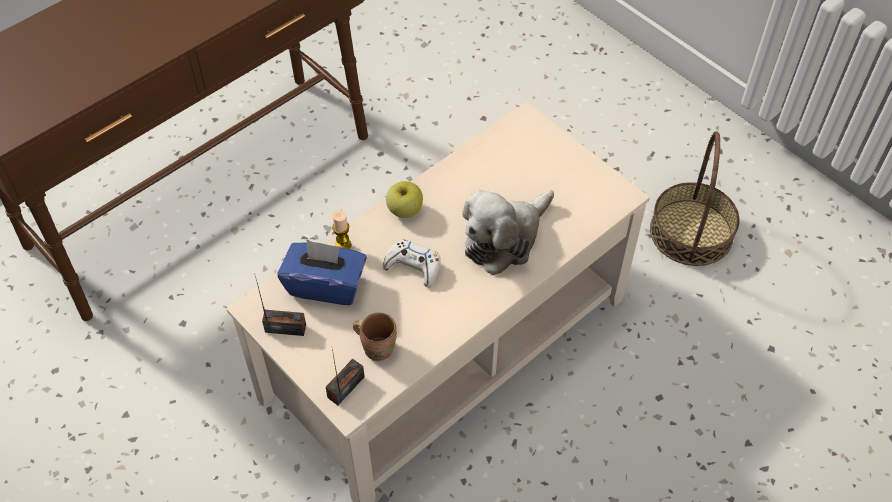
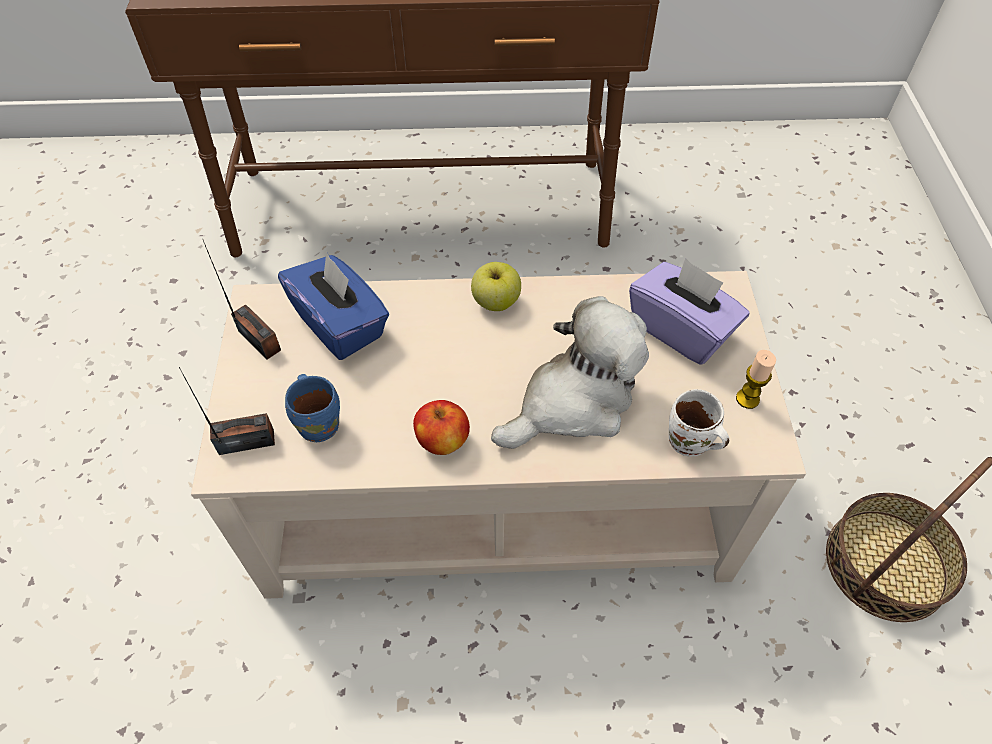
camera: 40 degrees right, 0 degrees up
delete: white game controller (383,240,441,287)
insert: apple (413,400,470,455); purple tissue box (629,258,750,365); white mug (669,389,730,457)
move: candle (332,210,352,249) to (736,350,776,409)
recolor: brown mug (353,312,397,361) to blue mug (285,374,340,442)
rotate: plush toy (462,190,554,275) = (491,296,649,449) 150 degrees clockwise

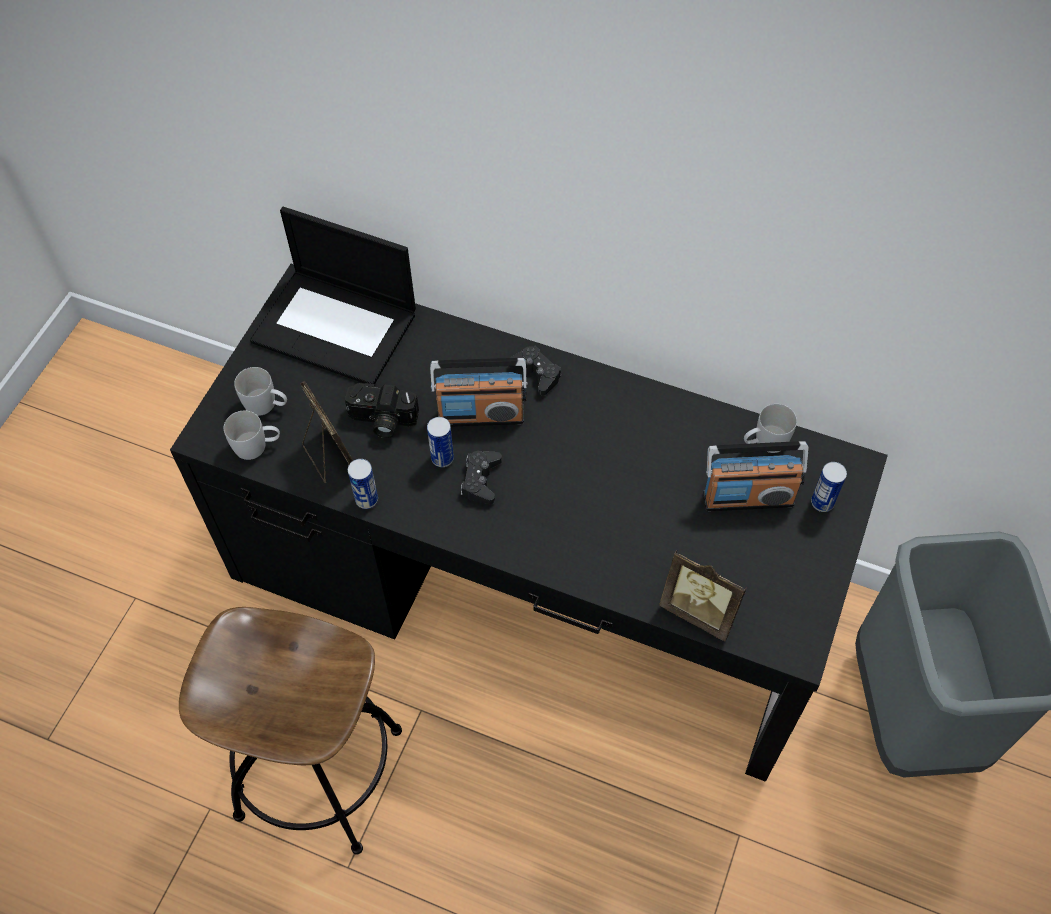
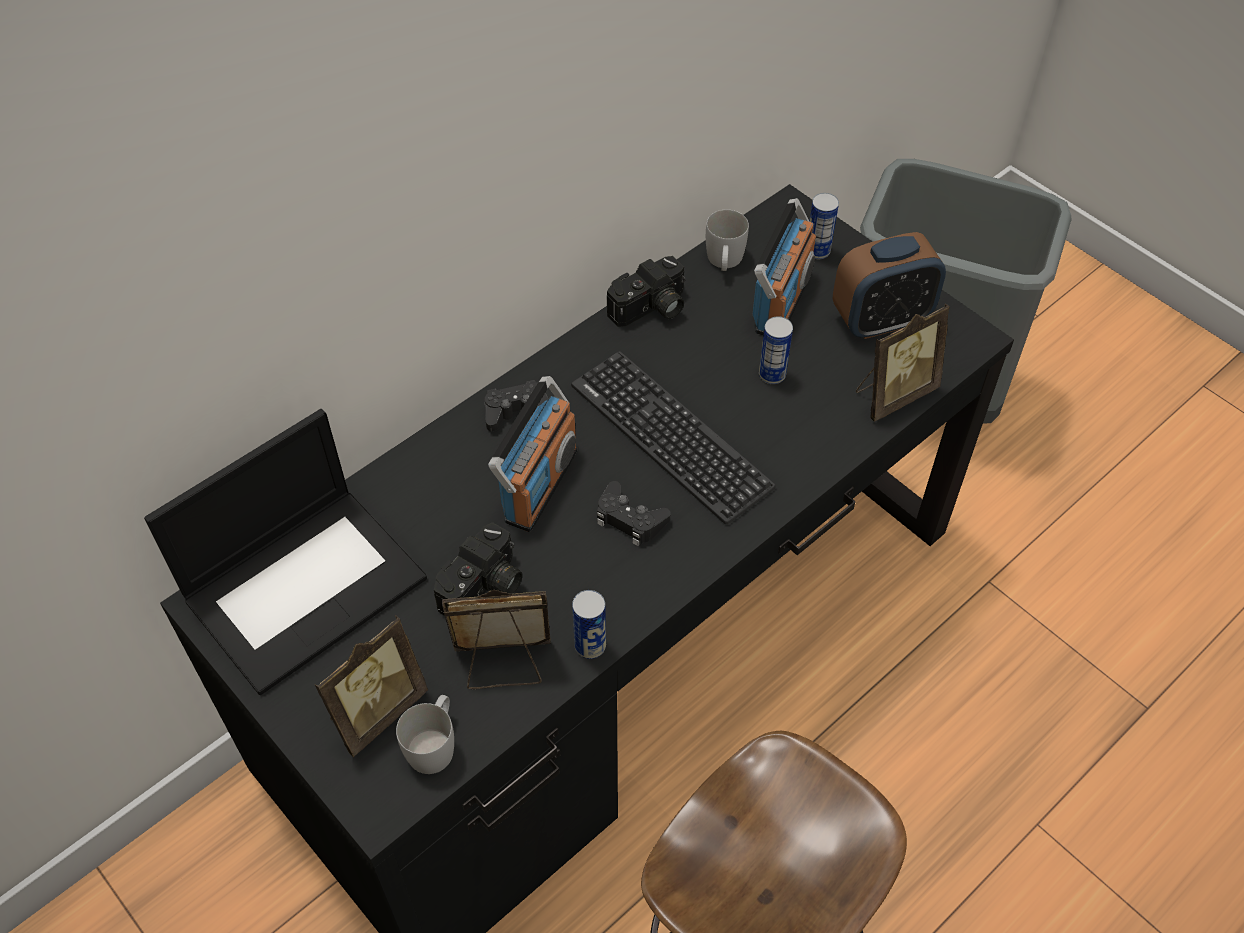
camera: 65 degrees left, 5 degrees down
insert: keyboard (571,351,776,524); photo camera (607,256,686,327); alarm clock (833,232,946,339)
move: can (427,417,454,467) to (759,316,793,384)
replace: white mug (234,367,287,416) to picture frame (314,615,428,757)

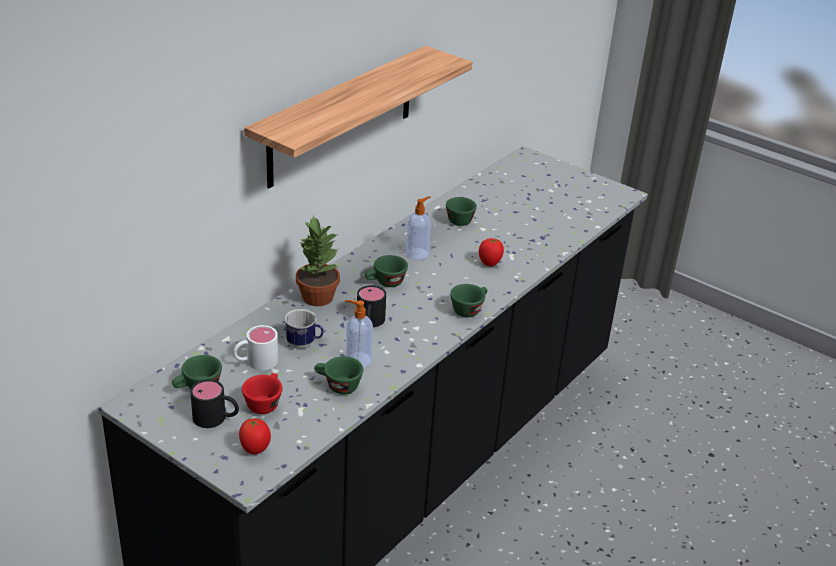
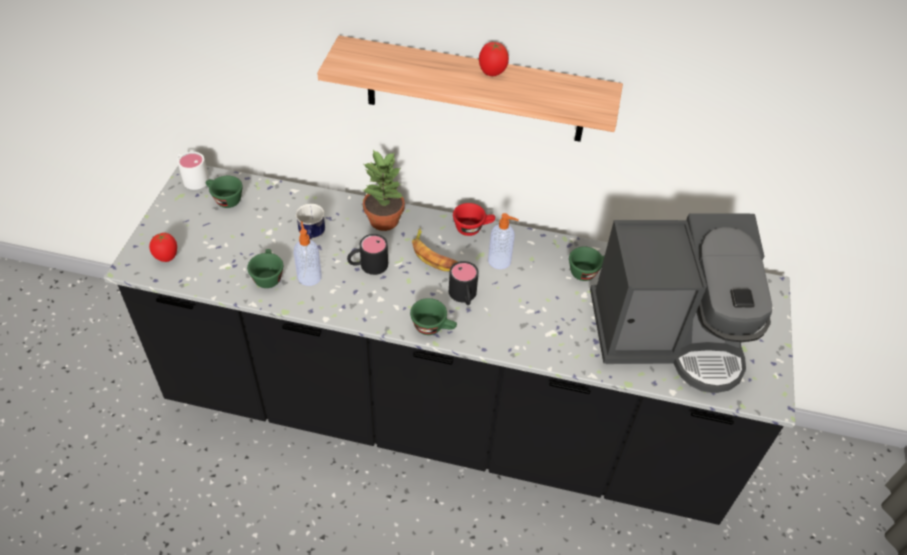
camera: 65 degrees right, 15 degrees up
insert: coffee machine (590,213,772,393)
move: black mug (190,379,239,428) to (449,261,478,305); white mug (233,325,278,370) to (176,152,209,190); red cup (242,373,282,414) to (453,203,495,236); tomato (479,238,504,267) to (479,42,509,76)
replace: green cup (365,255,408,287) to banana (412,227,458,271)

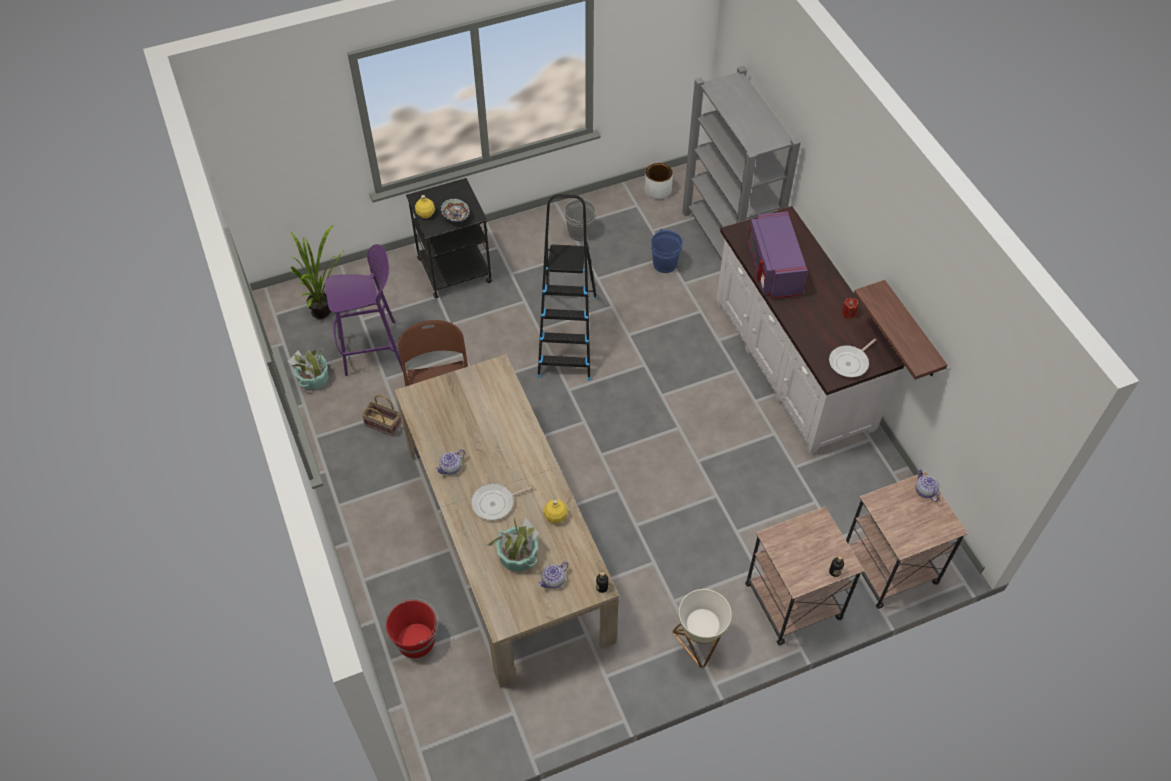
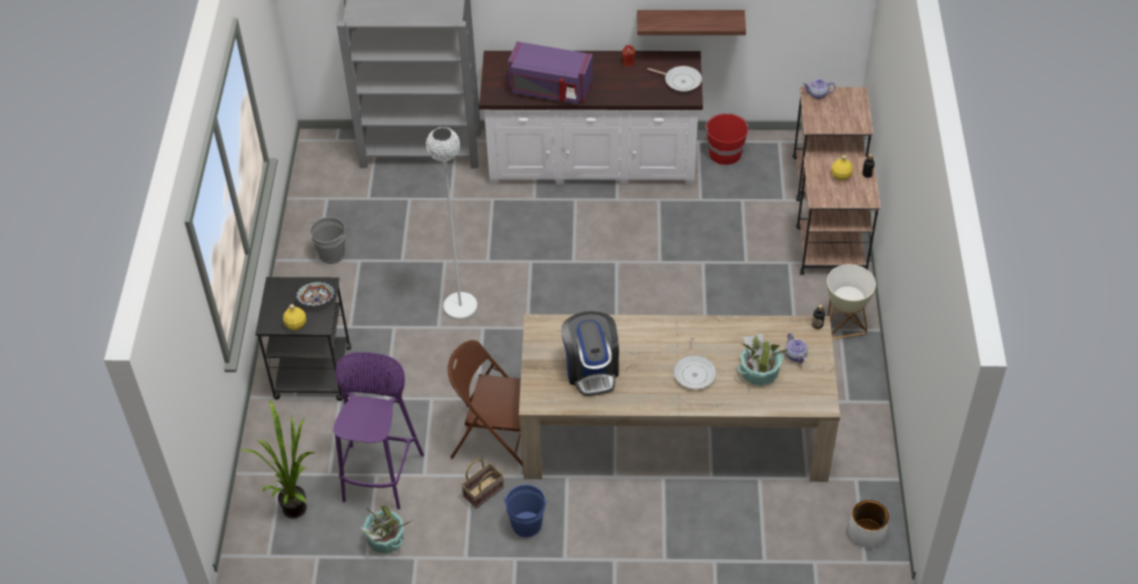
camera: 65 degrees left, 5 degrees down
delete: teapot (435,449,465,475)
insert: coffee machine (561,311,619,396)
move: red bucket (386,598,439,658) to (705,113,748,165); yellow bottle (543,499,568,524) to (831,155,853,180); white planter (644,163,673,199) to (848,500,889,548); blue bucket (651,229,683,273) to (503,484,548,537)
replace: black step ladder (537,194,597,381) to white floor lamp (426,127,477,320)
rotate: frying pan (829,338,876,377) = (647,66,702,92) 45 degrees counterclockwise

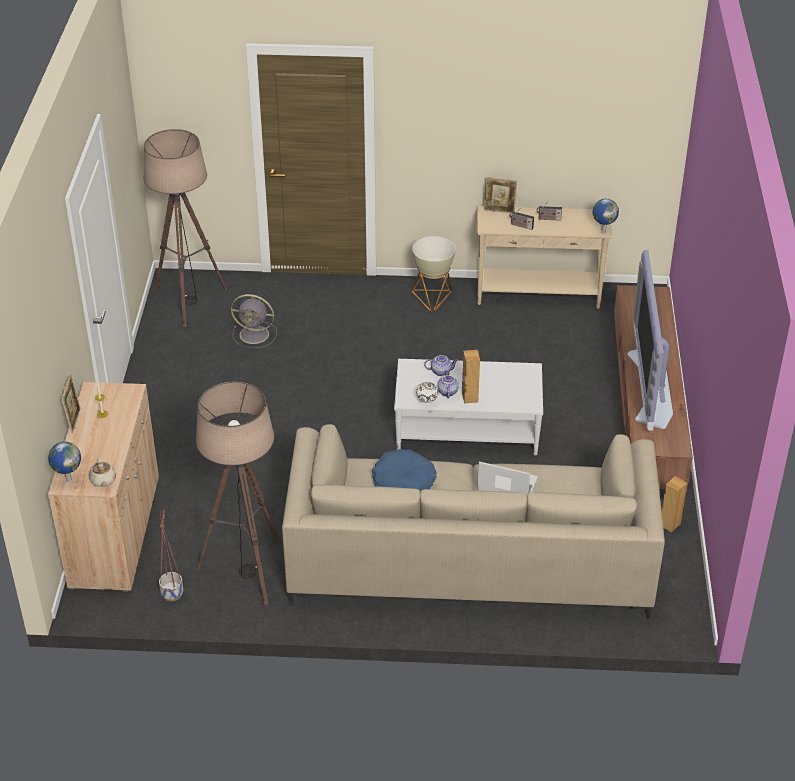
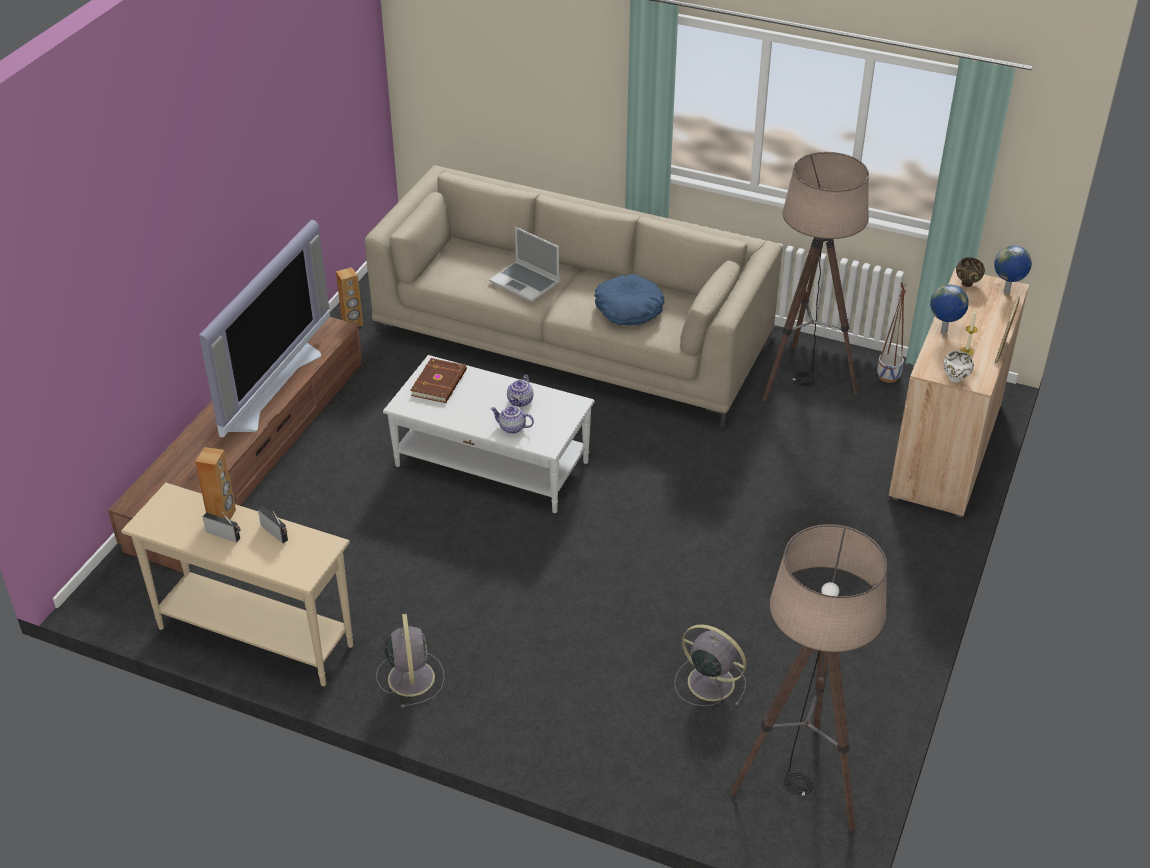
camera: 160 degrees left, 0 degrees up
delete: picture frame (484,177,518,213)
insert: brown book (410,358,467,403)
move: white bowl (416,382,438,405) to (943,351,974,382); brown speaker (462,350,480,403) to (195,447,236,520); globe (593,199,619,234) to (930,285,969,334)
replace: beige teapot (89,457,116,487) to brown bowl (956,257,985,287); planter (411,236,456,313) to grey fan (376,614,445,708)

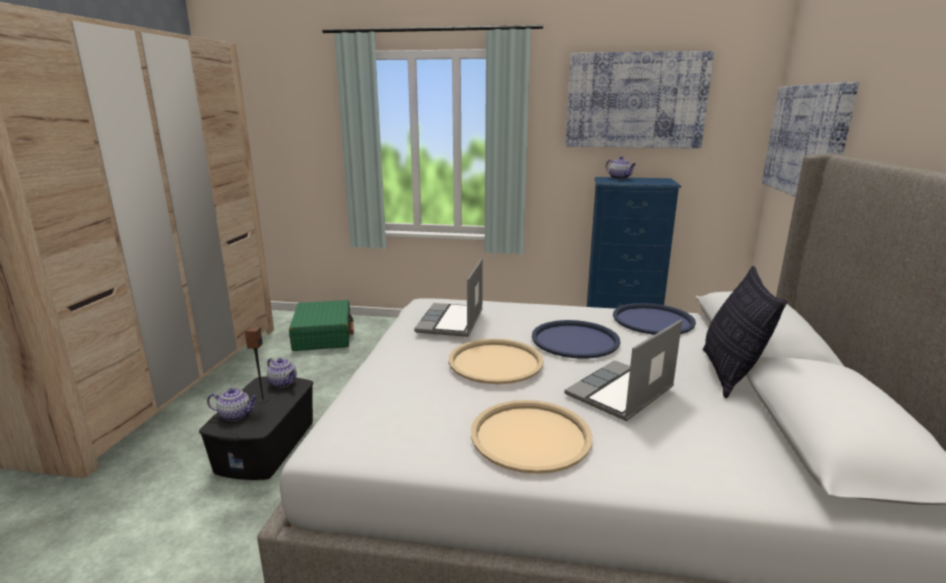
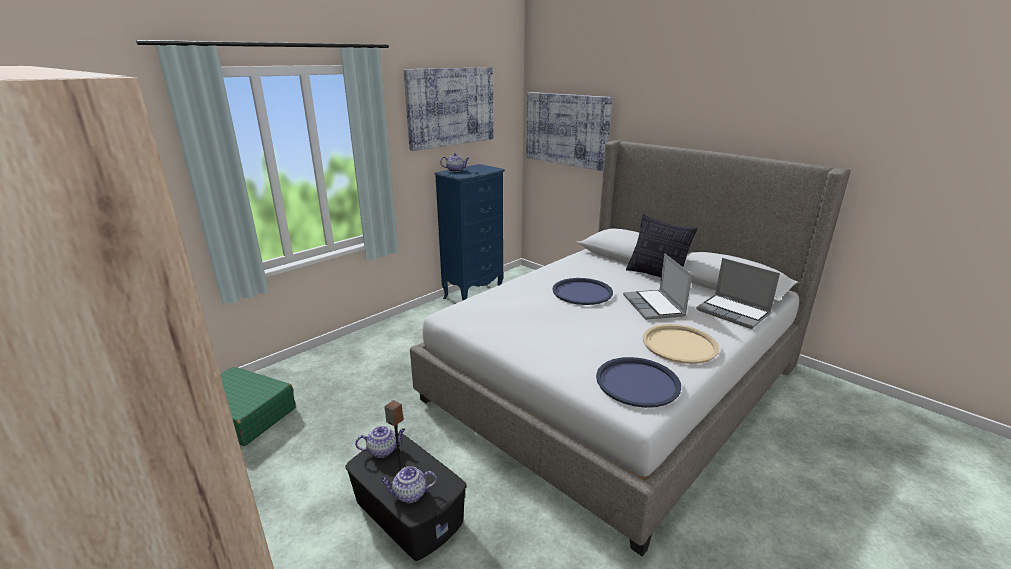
camera: 55 degrees left, 5 degrees up
delete: beige tray (448,339,544,384)
move: laptop (414,258,483,337) to (696,258,780,329); blue tray (613,303,696,335) to (596,357,681,408)
rotate: teapot (207,388,258,421) = (380,466,437,503) 135 degrees counterclockwise

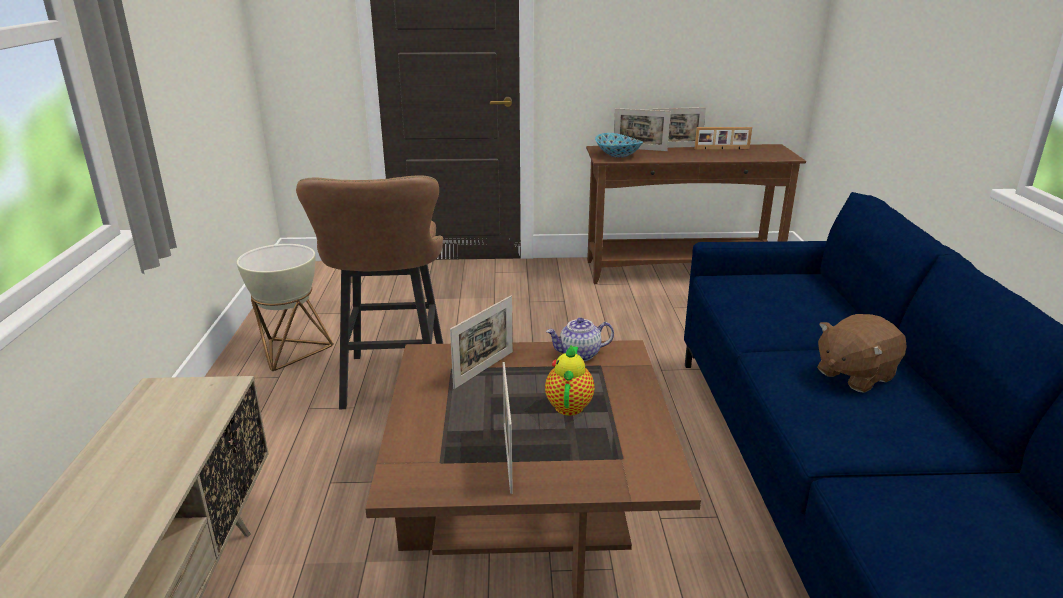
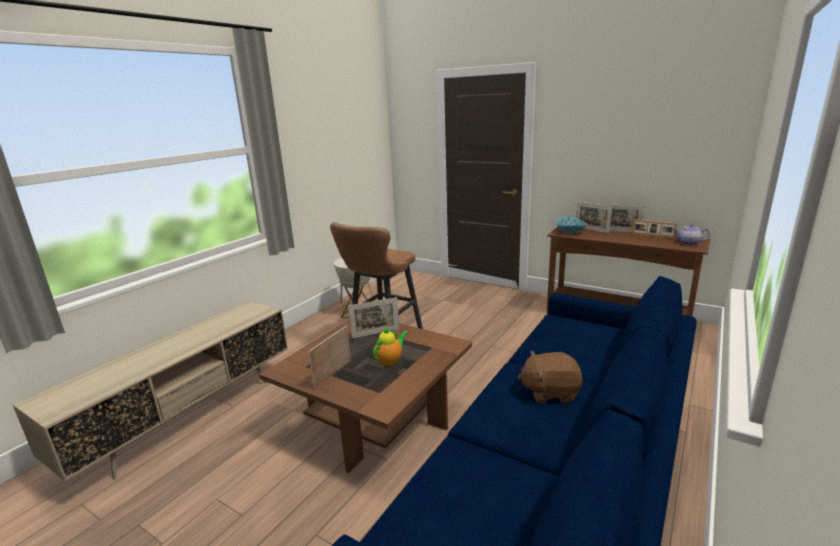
camera: 35 degrees right, 5 degrees down
move: teapot (546,317,614,361) to (673,224,710,245)

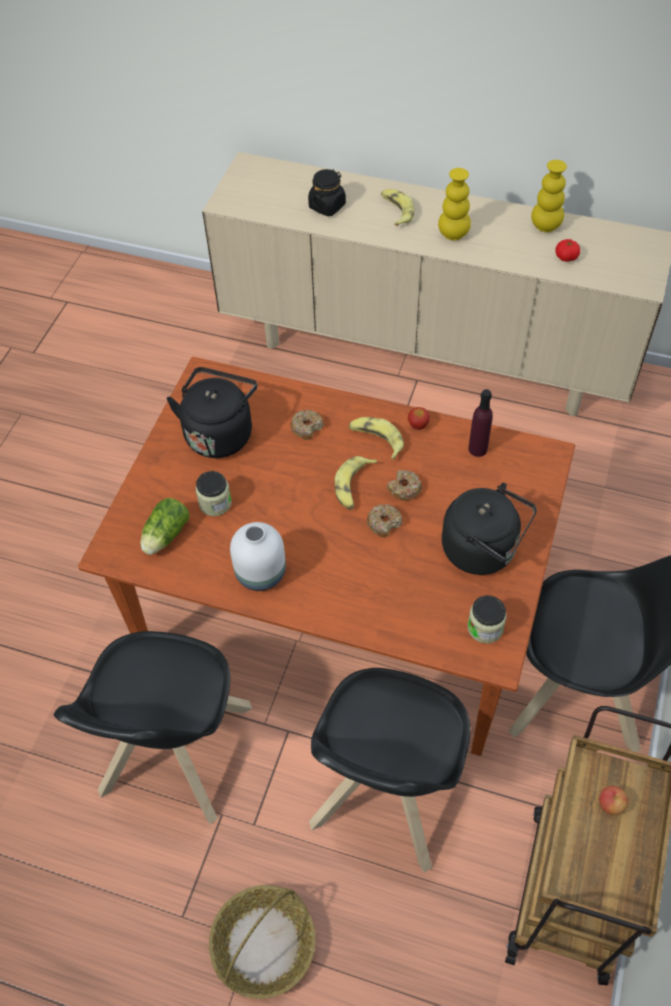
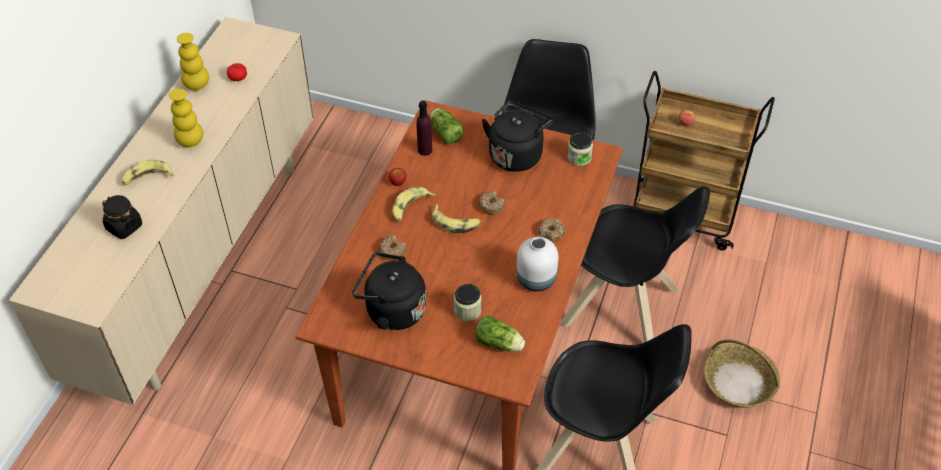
camera: 90 degrees left, 5 degrees down
insert: lettuce (430,108,463,144)
move: donut (387,470,422,500) to (539,218,566,242)

